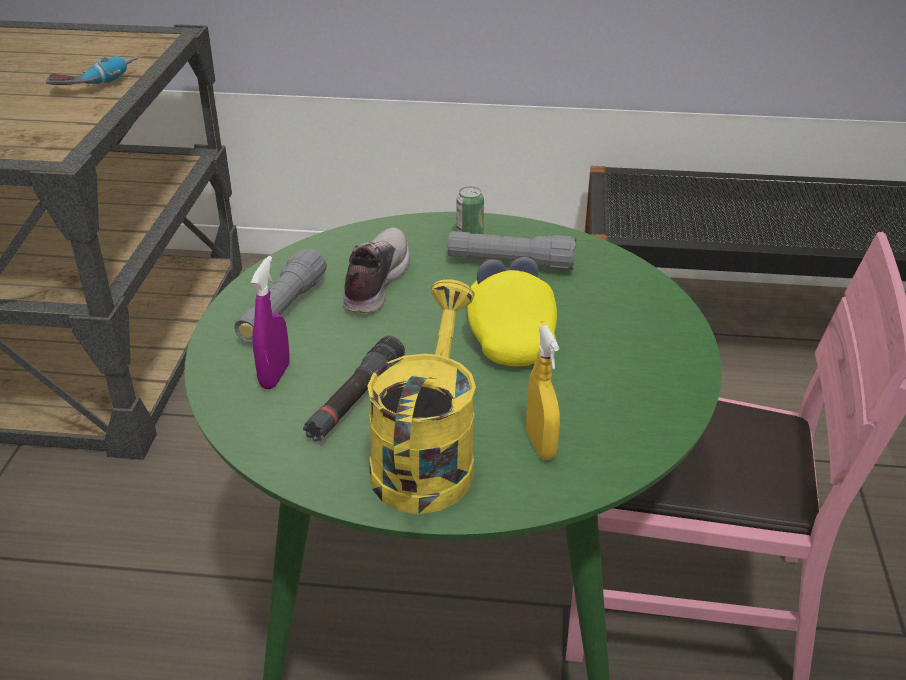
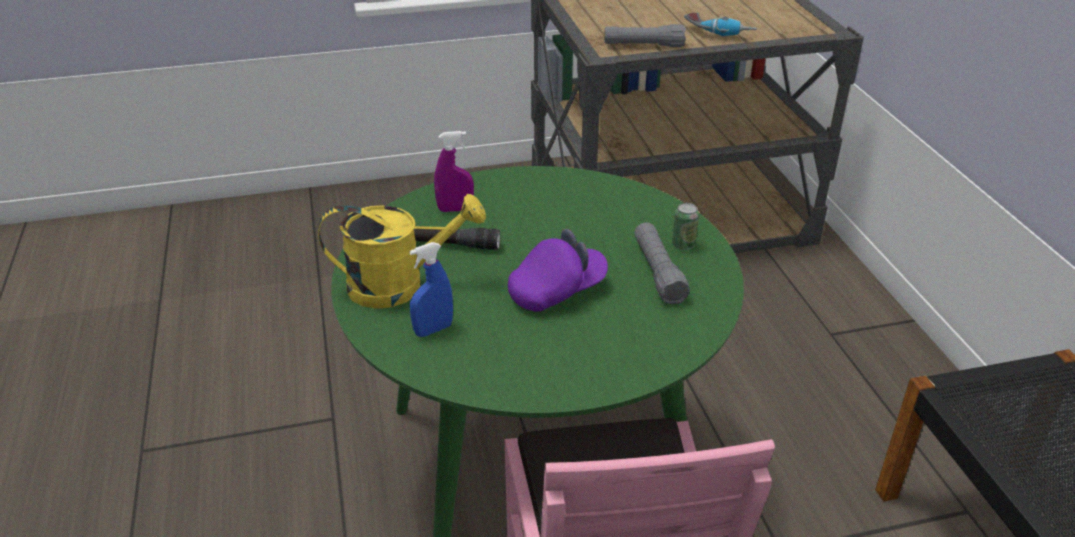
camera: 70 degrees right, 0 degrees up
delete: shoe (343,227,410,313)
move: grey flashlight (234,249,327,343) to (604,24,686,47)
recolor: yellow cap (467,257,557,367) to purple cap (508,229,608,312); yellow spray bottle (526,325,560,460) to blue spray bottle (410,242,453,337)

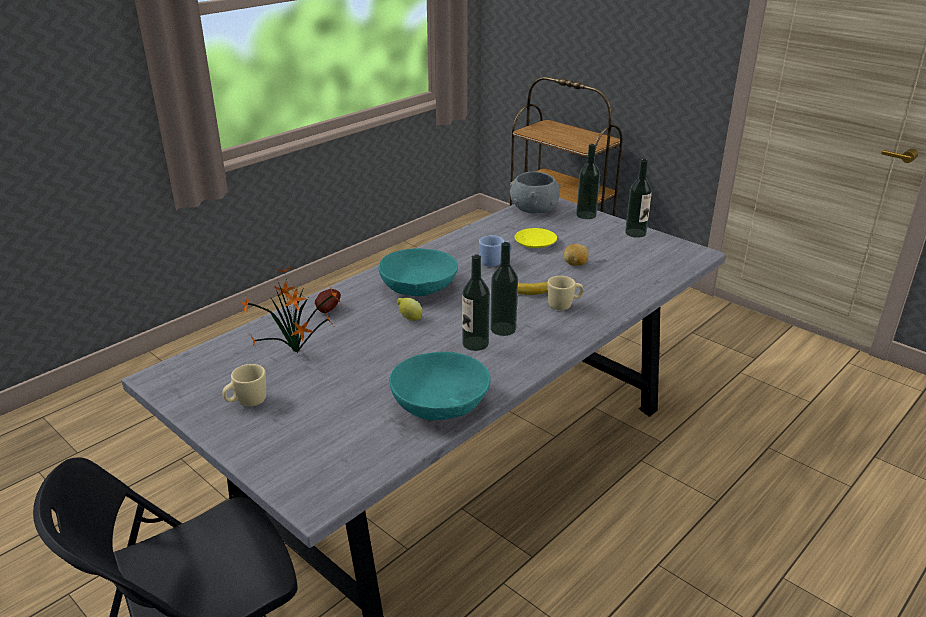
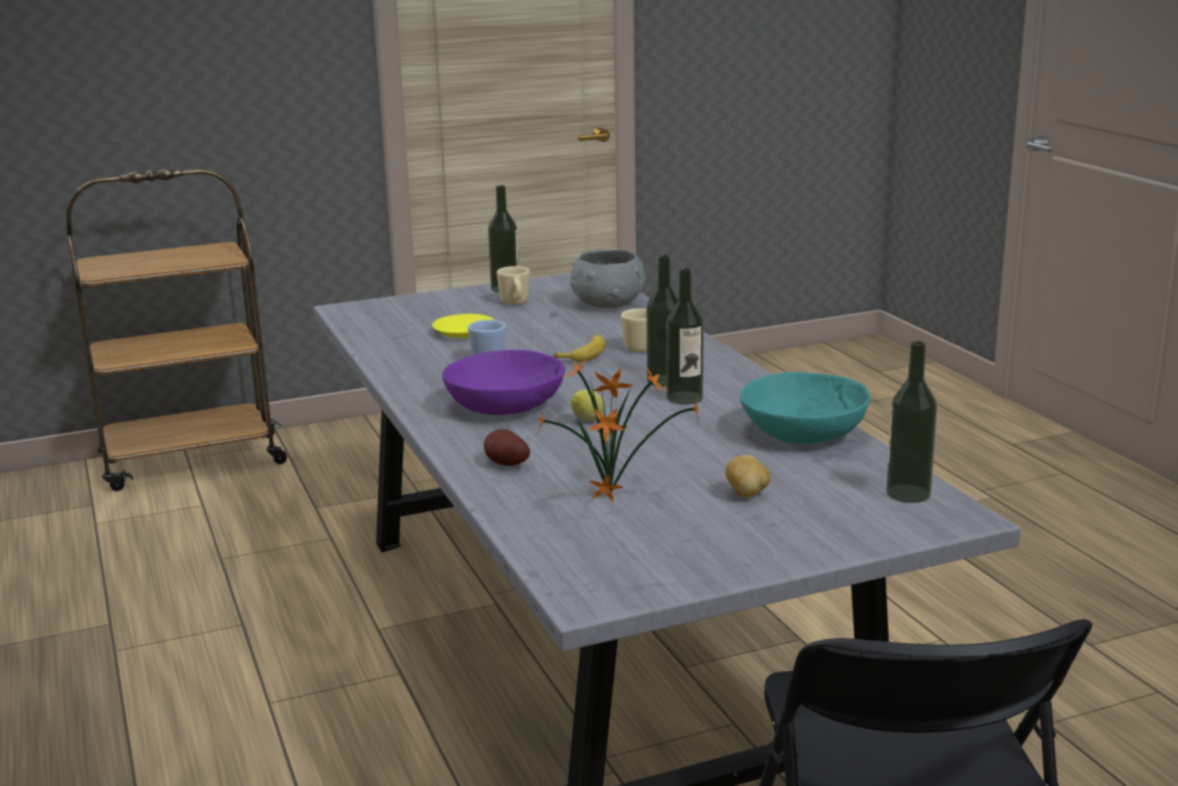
camera: 65 degrees left, 10 degrees down
move: beige mug (222,364,266,407) to (497,266,530,305); grey bowl (510,172,561,213) to (570,250,646,308); potato (564,244,589,266) to (725,455,770,498); bottle (576,144,600,219) to (886,341,937,503)
recolor: turquoise bowl (378,248,458,296) to purple bowl (442,350,565,415)

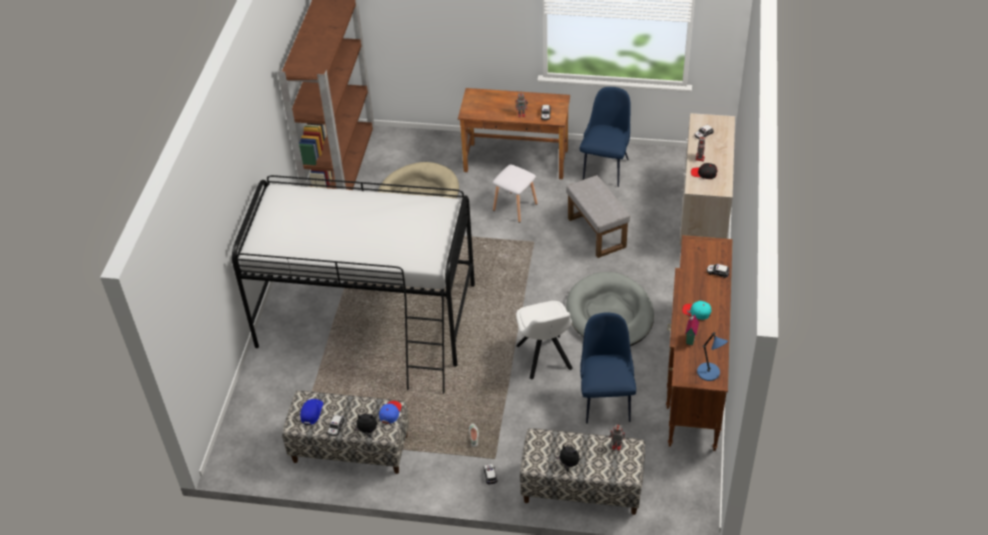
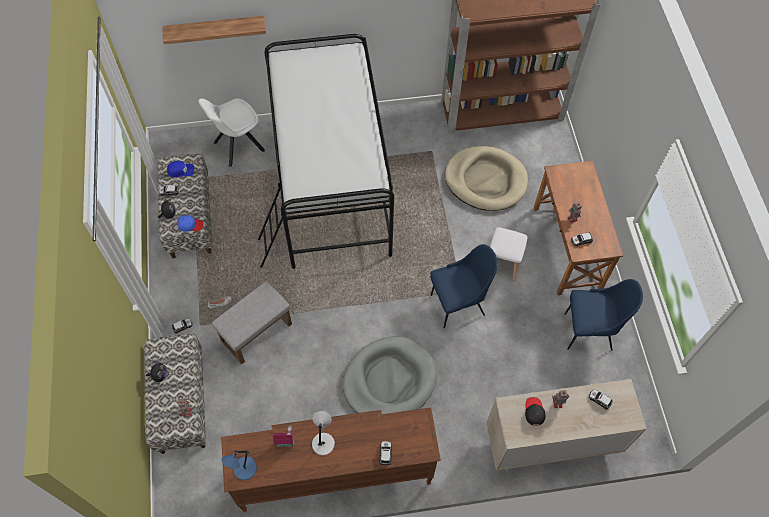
camera: 70 degrees right, 15 degrees up
insert: shelf (162,16,266,44)
move: white chair (516,301,573,380) to (198,98,265,167); grey ottoman (567,175,630,258) to (212,281,292,364); blue chair (580,313,636,424) to (430,244,498,328)
replace: turquoise cap (682,301,712,320) to grey table lamp (312,411,335,455)

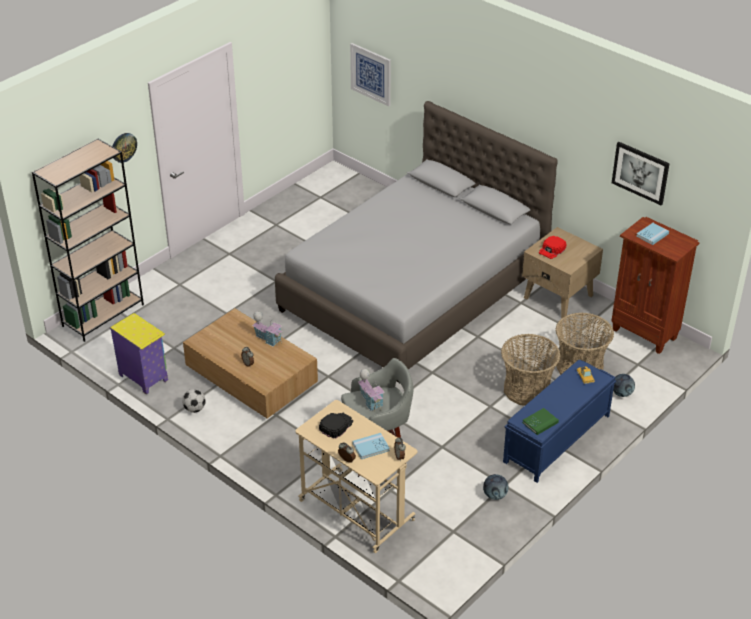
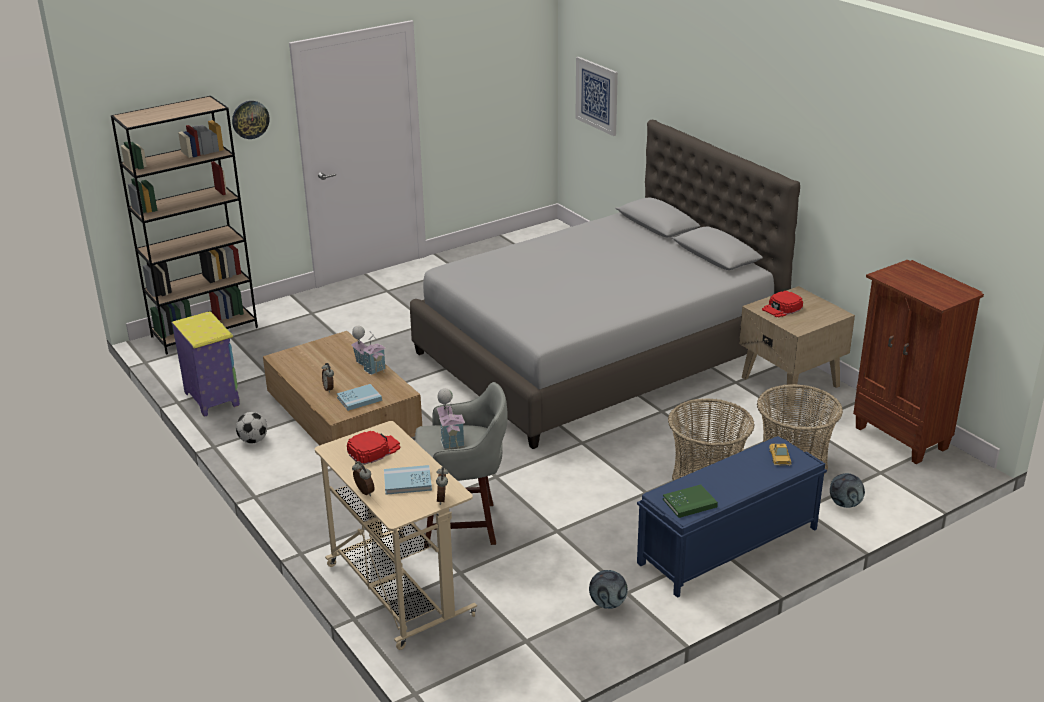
camera: 15 degrees right, 10 degrees down
delete: picture (612,142,670,205)
move: blue book (636,223,669,245) to (337,384,382,411)
recolor: black cap (319,413,353,439) to red cap (347,431,400,465)

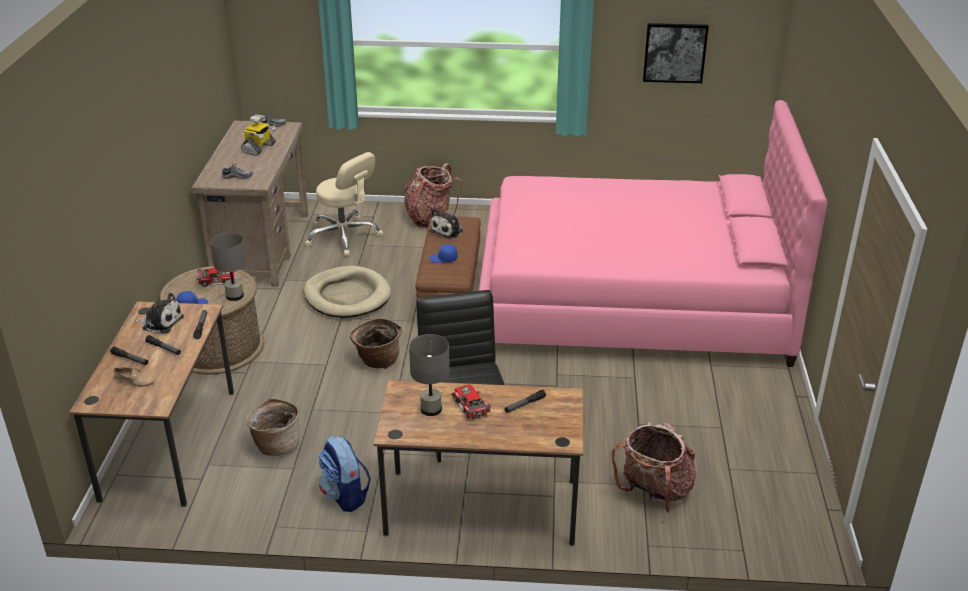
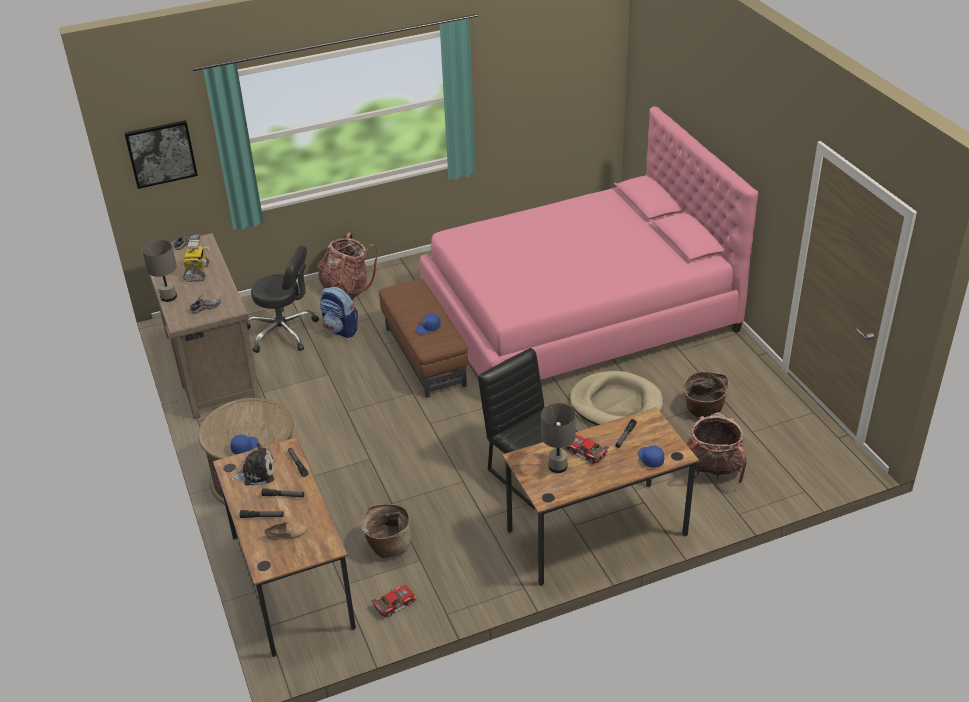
camera: 25 degrees left, 5 degrees up
delete: plush toy (429,208,463,239)
insert: blue cap (638,446,664,468)
move: toy car (197,268,237,287) to (371,585,418,617); grey table lamp (210,232,246,301) to (142,240,177,302); beige dog bed (304,266,391,318) to (570,371,663,425); backpack (318,435,371,512) to (320,287,358,338); basket (350,318,403,369) to (683,372,729,418); picture (643,23,709,83) to (124,120,198,189)
recolor: beige office chair (305,152,383,256) to black office chair (246,246,319,353)

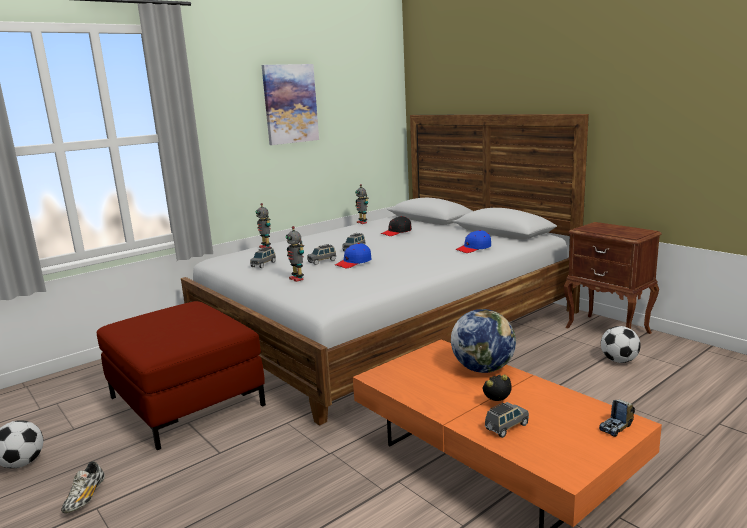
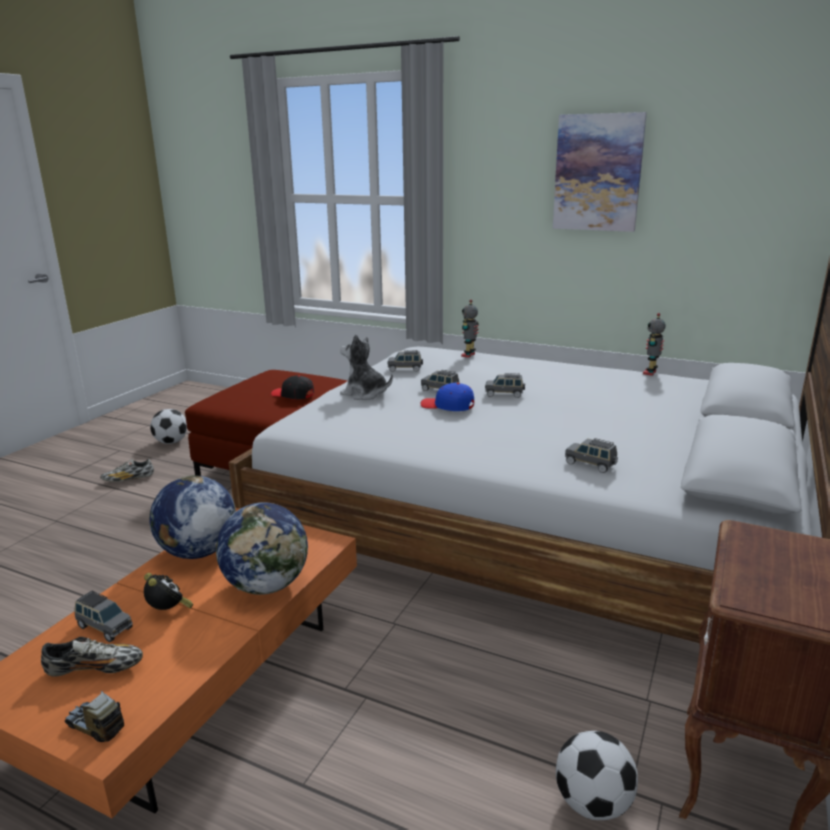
camera: 65 degrees right, 5 degrees up
insert: shoe (41,637,143,677); globe (149,475,236,559)
move: black cap (381,216,412,236) to (271,375,314,400)
replace: toy robot (286,226,304,282) to plush toy (340,334,393,400); blue cap (455,230,491,253) to grey toy car (565,438,618,473)

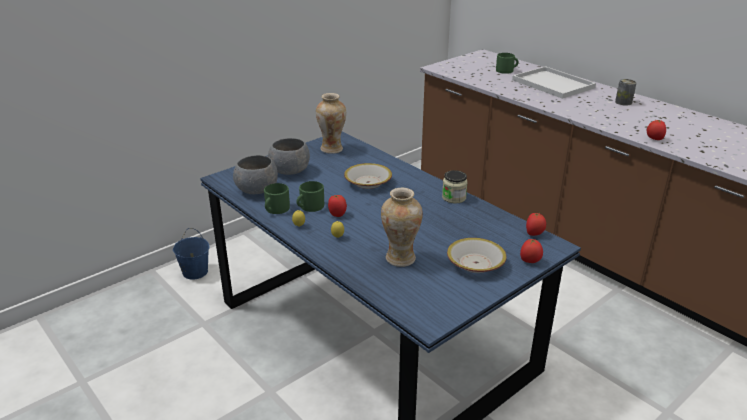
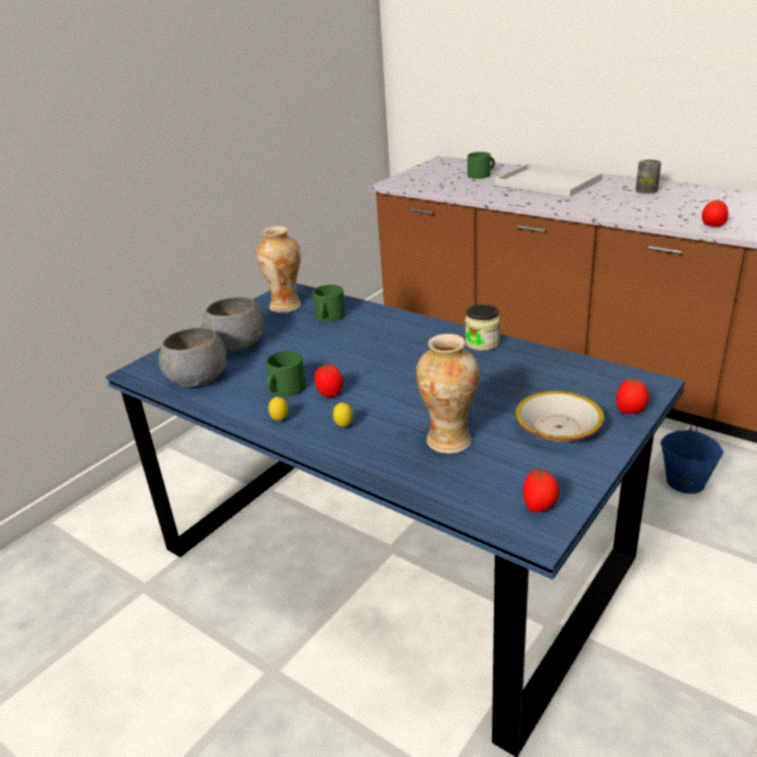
camera: 10 degrees left, 0 degrees up
delete: bowl (344,163,392,189)
move: blue bucket (173,228,209,280) to (660,418,724,494); green mug (264,183,290,214) to (313,285,345,322); tomato (526,213,546,236) to (523,469,559,512)

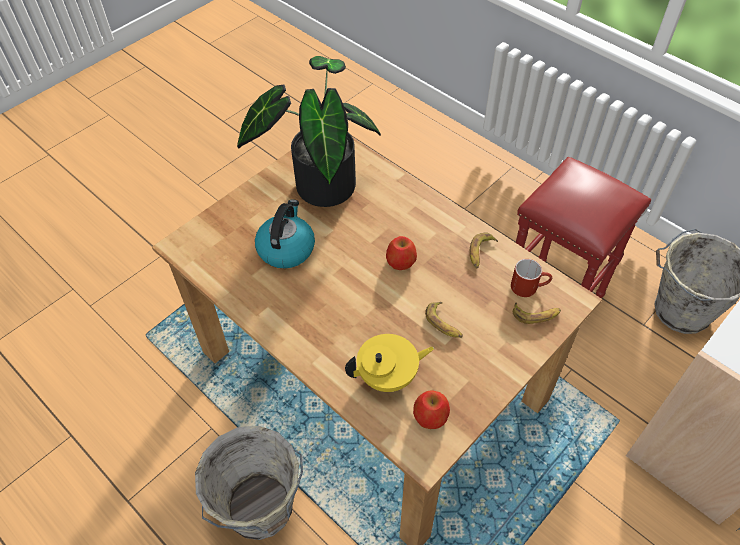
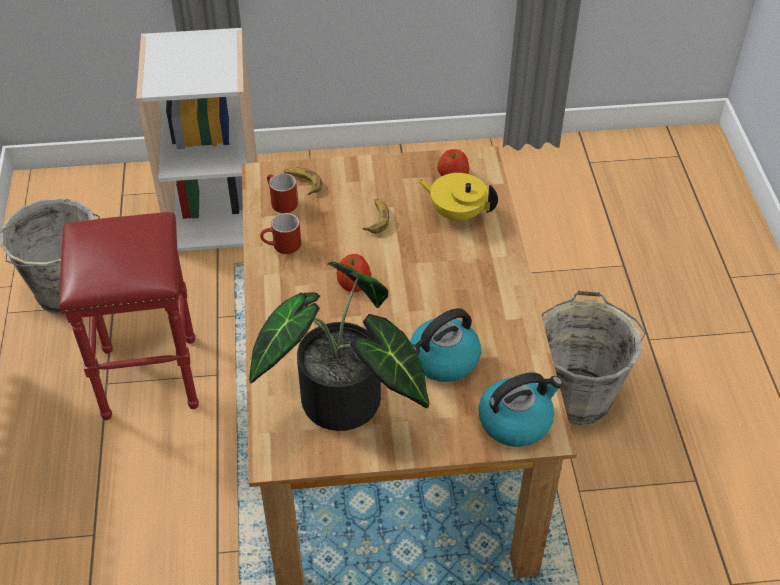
camera: 140 degrees left, 5 degrees down
insert: kettle (478,372,563,447)
replace: banana (470,232,498,269) to red mug (260,213,301,254)

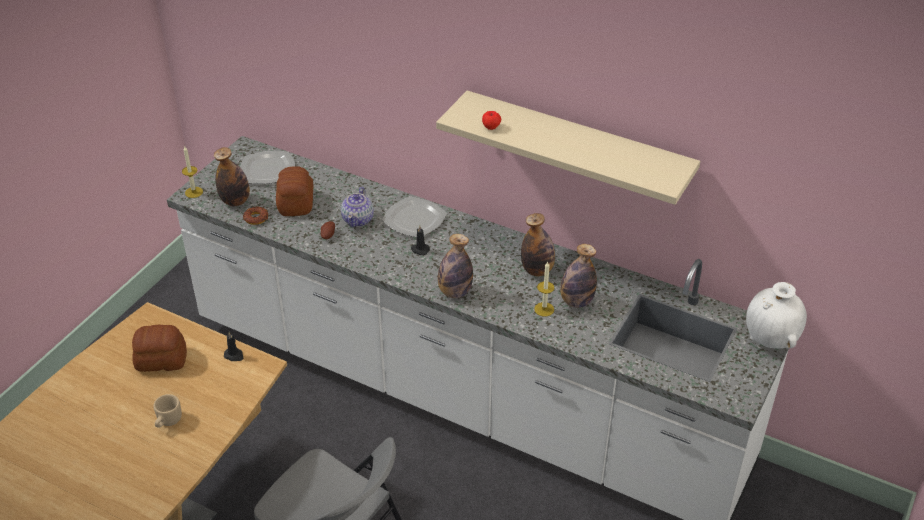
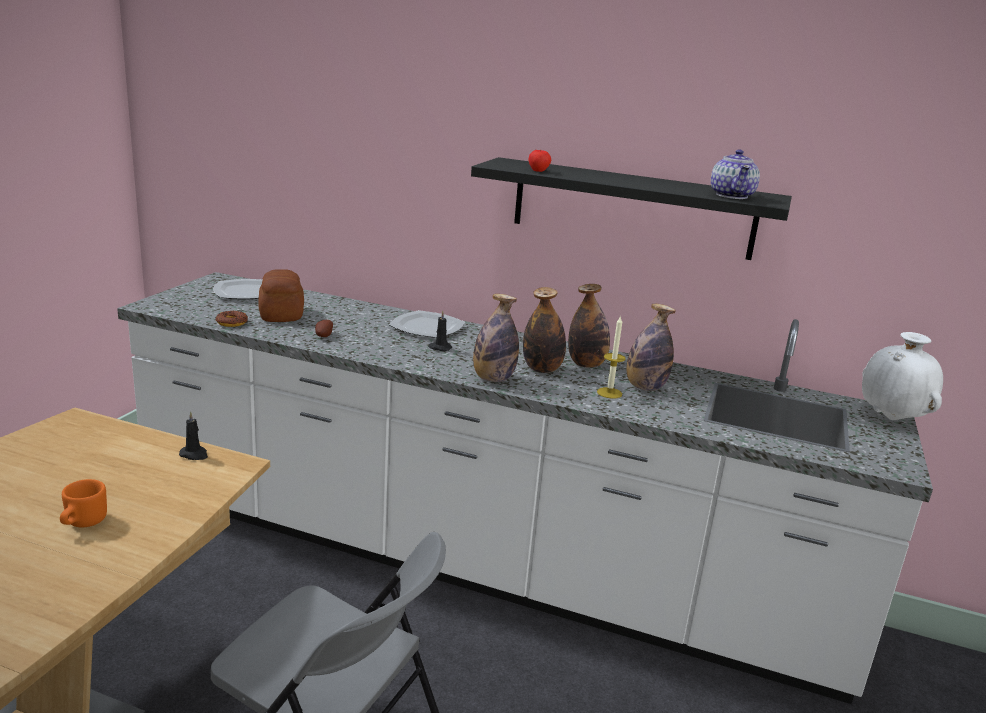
camera: 10 degrees left, 20 degrees down
delete: bread (132,325,187,372); candle (182,145,203,198)
move: bottle (214,147,250,206) to (523,287,566,373); teapot (341,187,374,227) to (711,149,760,199)
recolor: beige mug (153,394,182,428) to orange mug (60,479,107,527); beige shelf (436,90,700,205) to black shelf (471,157,792,260)

